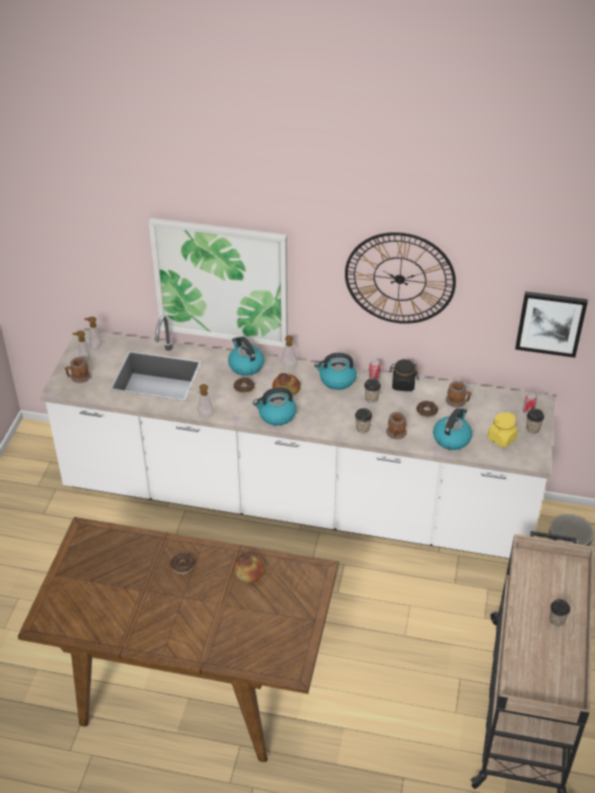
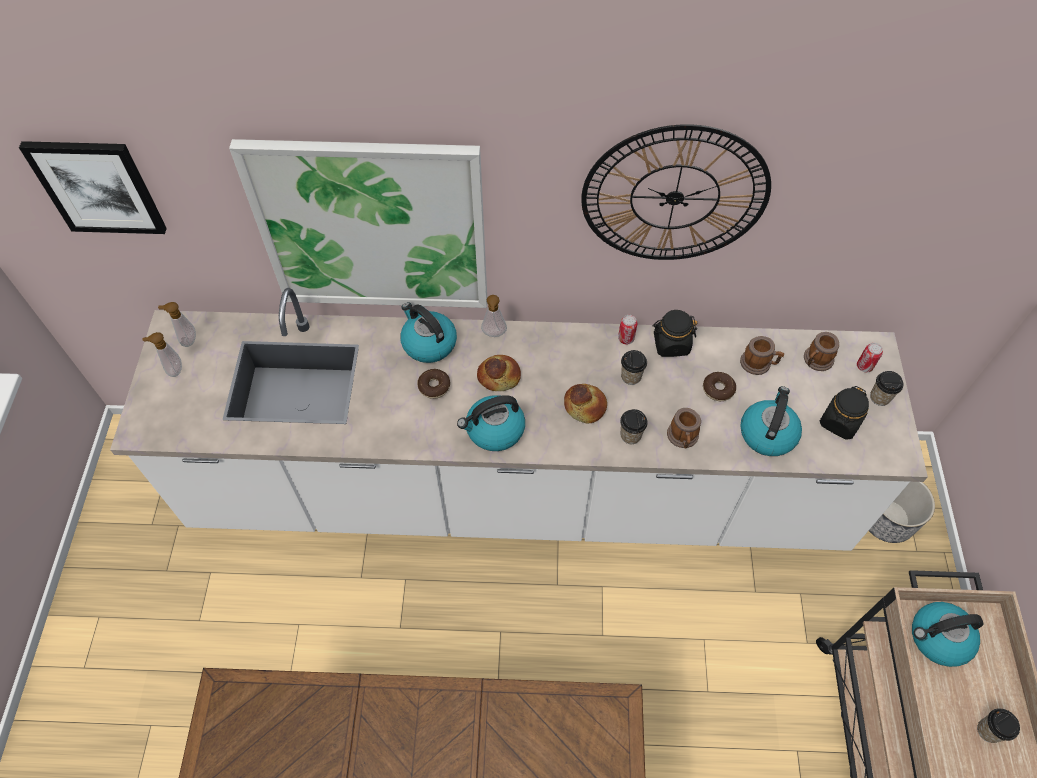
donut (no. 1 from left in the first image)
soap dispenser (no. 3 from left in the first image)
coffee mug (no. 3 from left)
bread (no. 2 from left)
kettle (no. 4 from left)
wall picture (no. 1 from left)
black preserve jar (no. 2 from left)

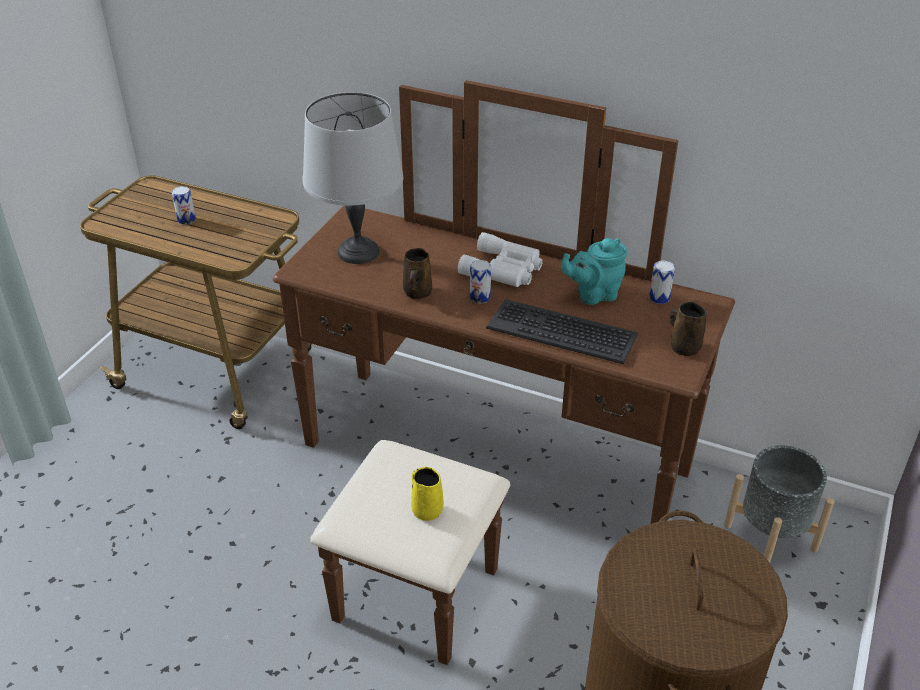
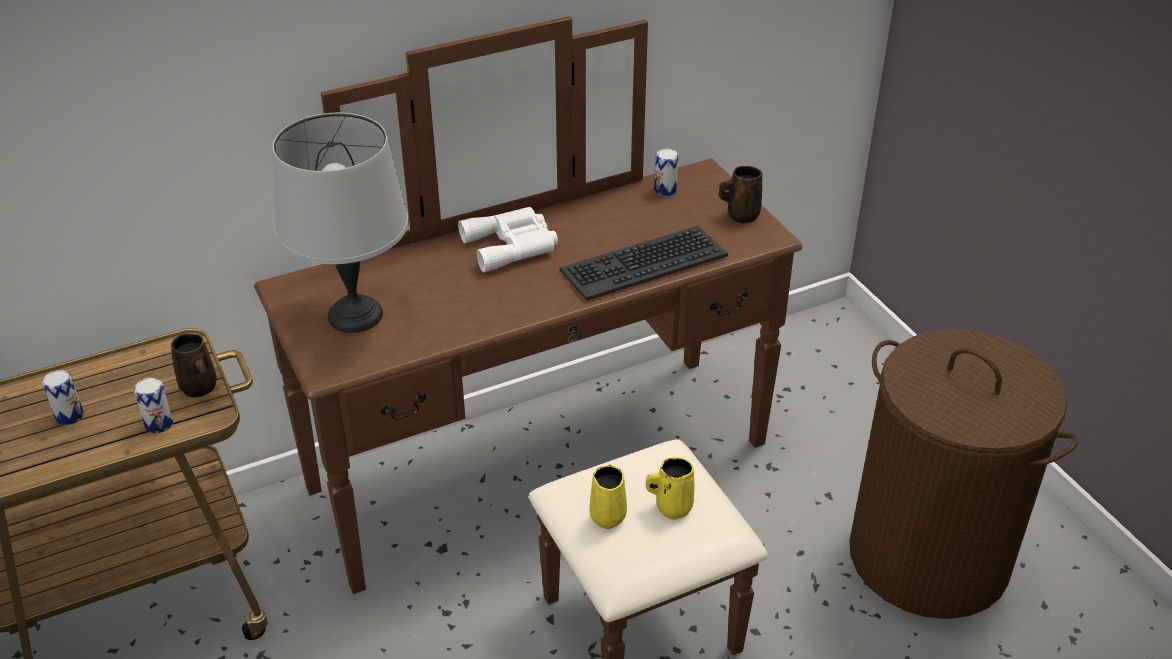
blue-green tea pot
gray planter
yellow-coloured coffee mug (no. 1 from left)
brown coffee mug (no. 1 from left)
can (no. 2 from left)

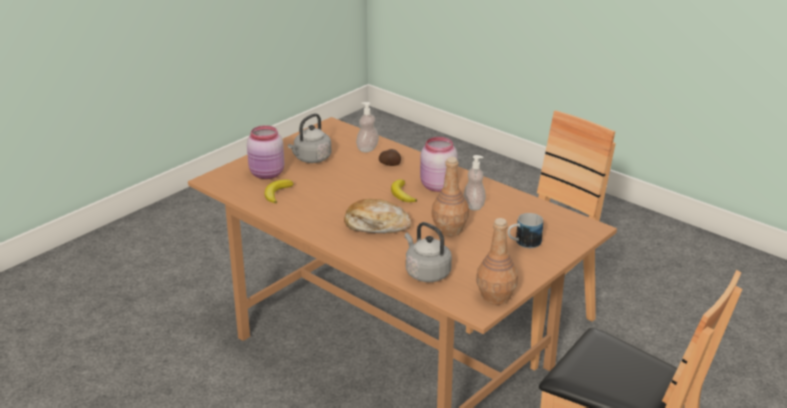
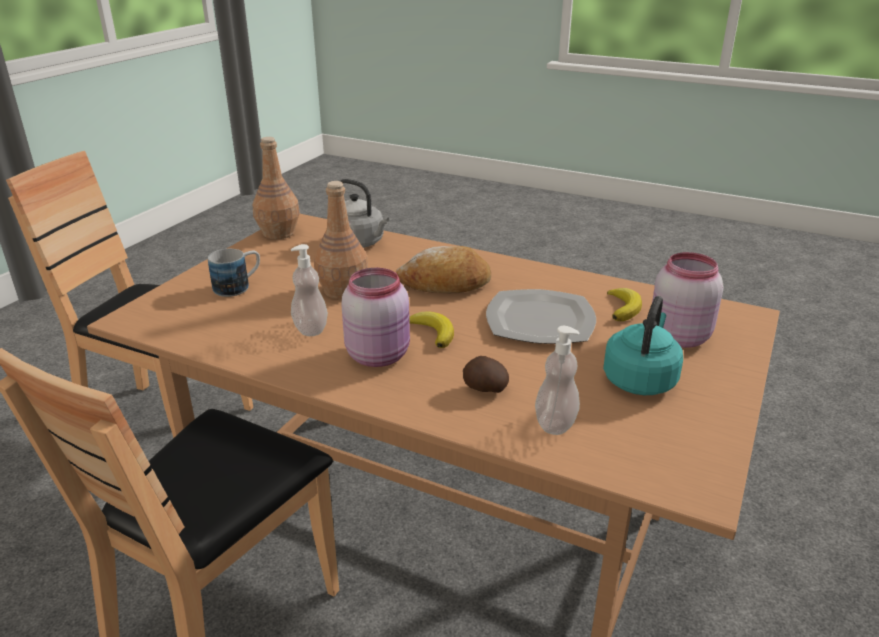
dinner plate
blue-green kettle

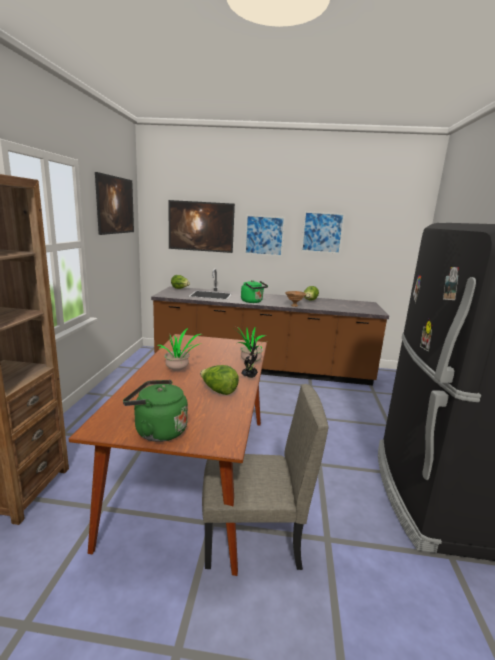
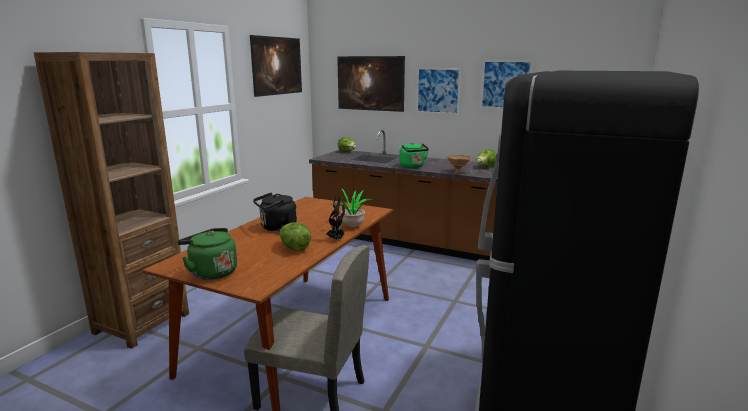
black kettle

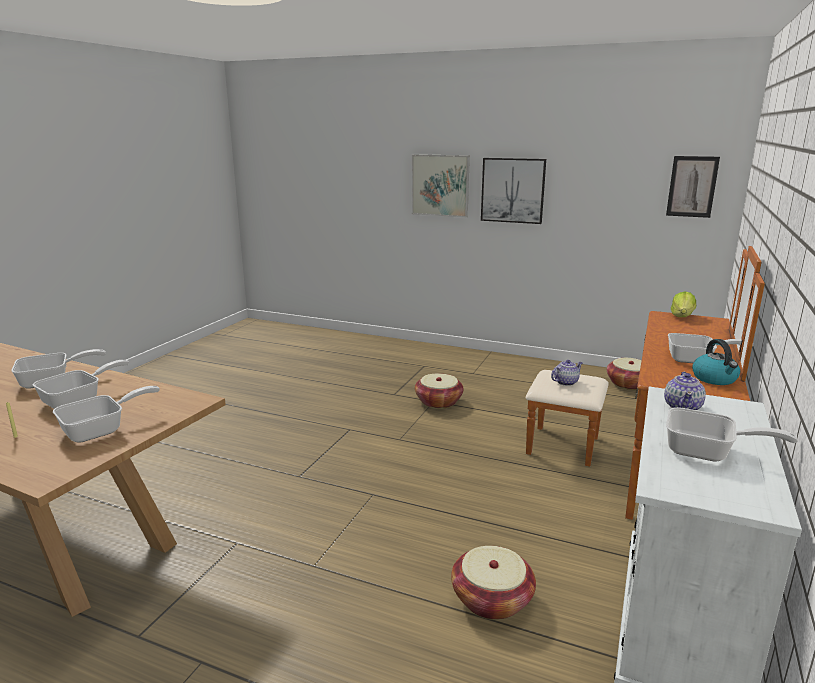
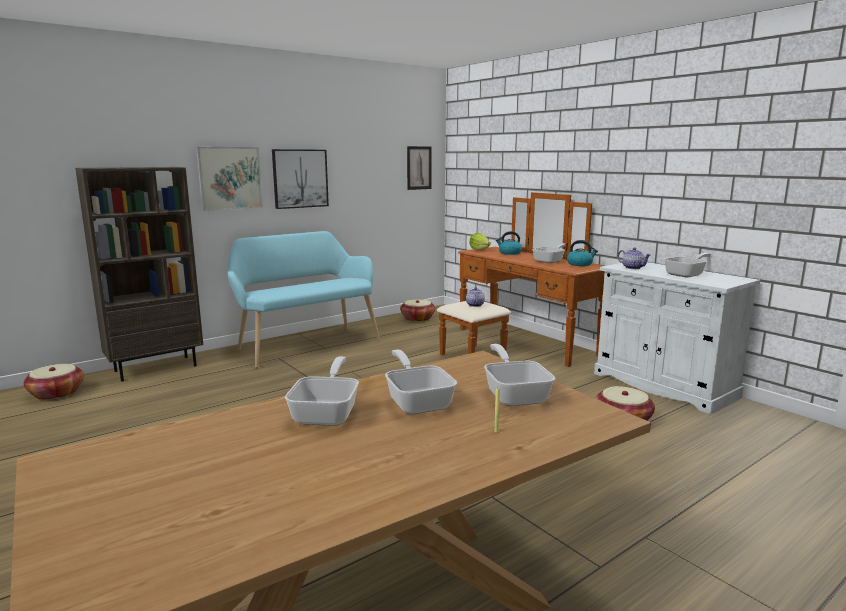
brown bookshelf
blue-green long seat
kettle (no. 1 from left)
basket (no. 1 from left)

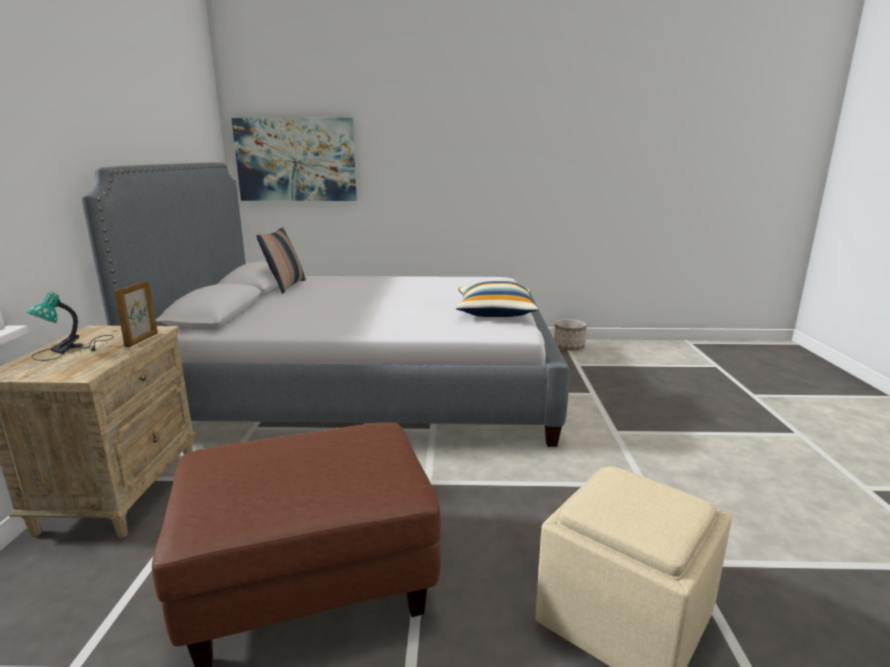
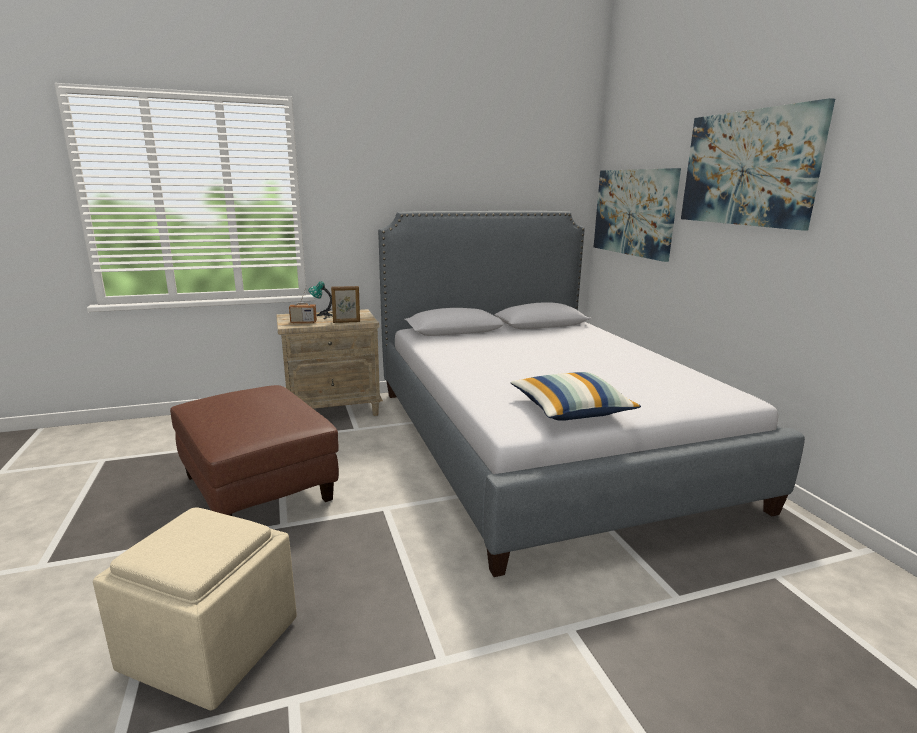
cushion (no. 1 from left in the first image)
planter
radio receiver
wall picture (no. 2 from left)

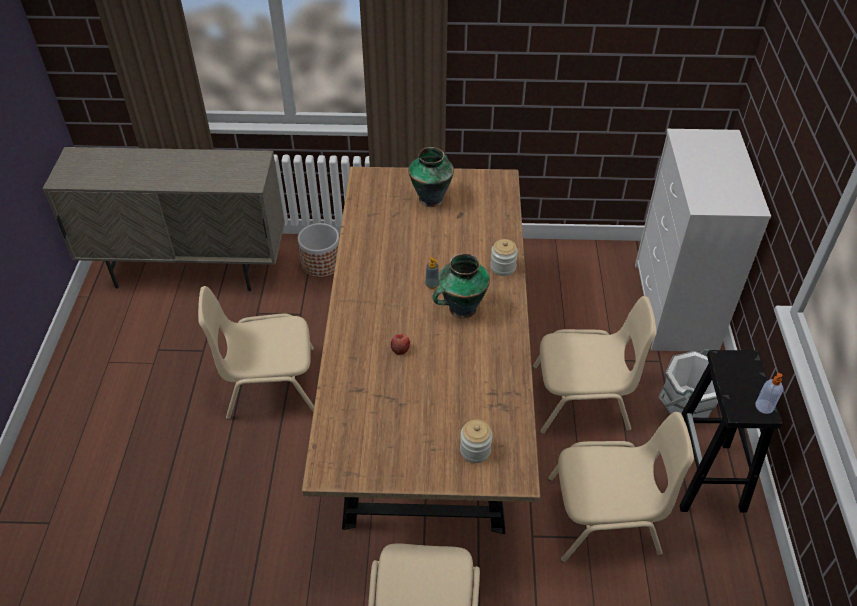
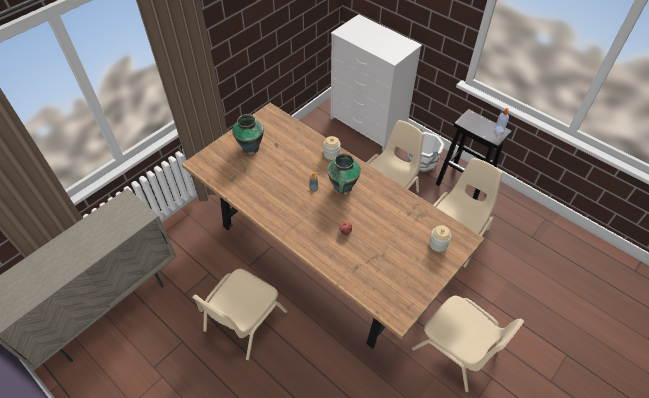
planter

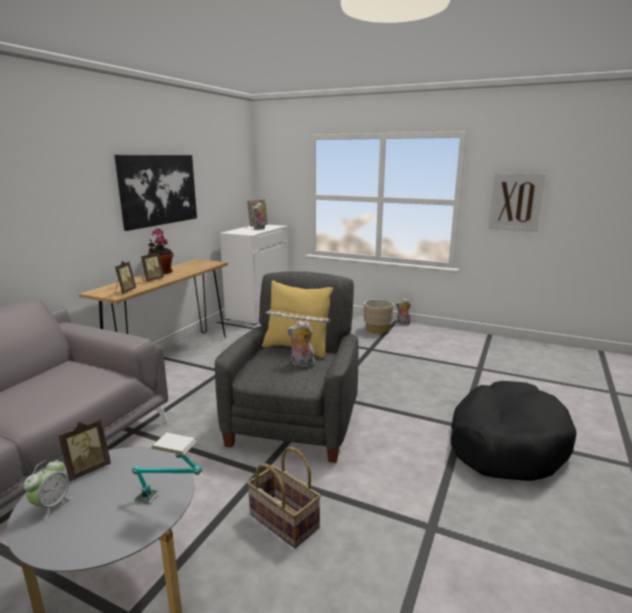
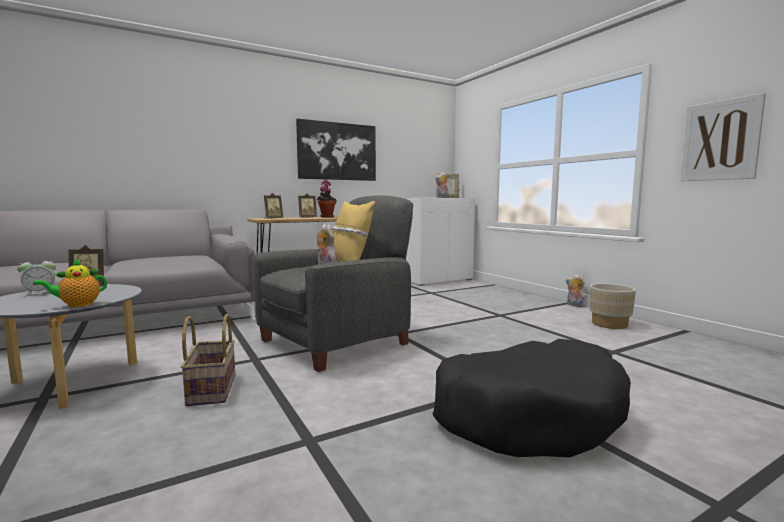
beige planter
tea pot

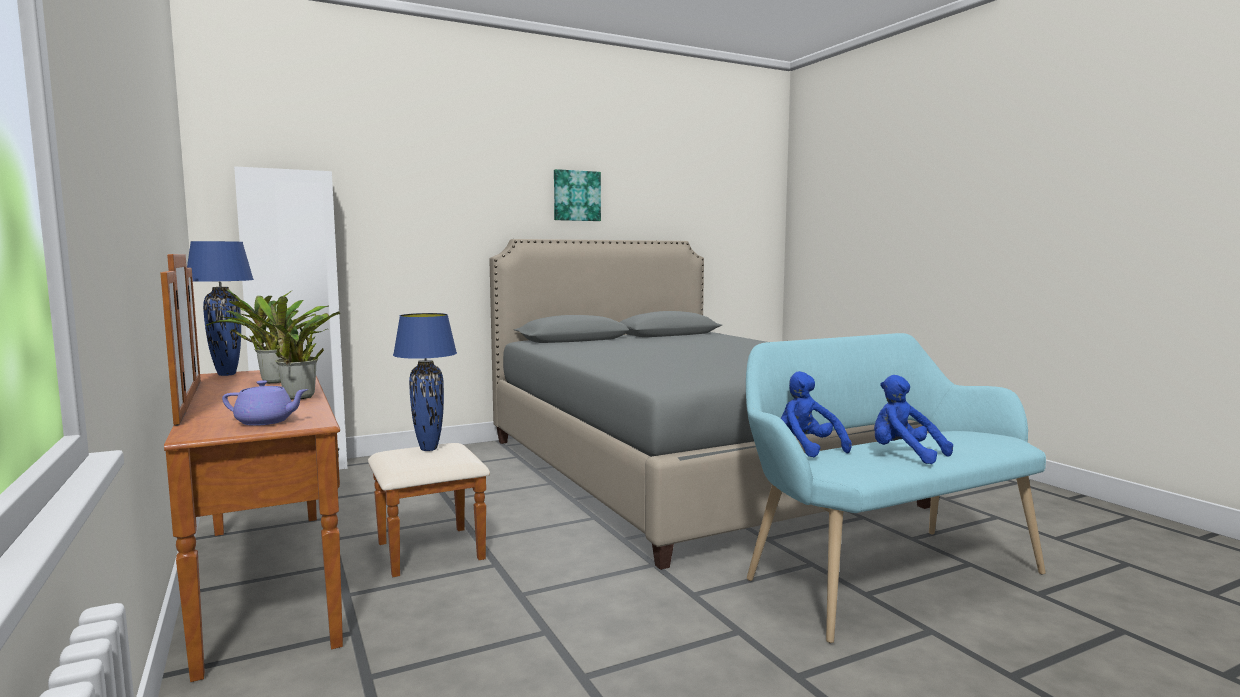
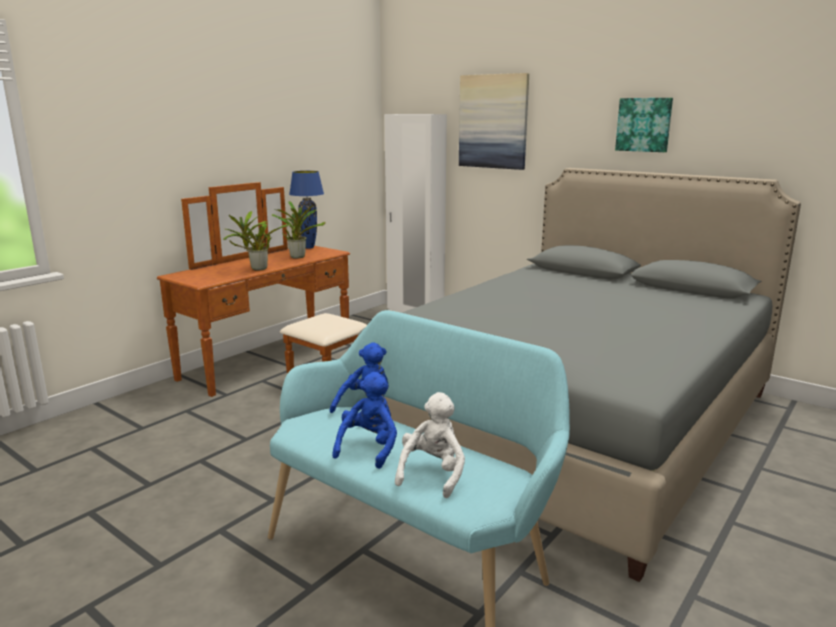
purple-coloured tea pot
bluish tabletop lamp (no. 2 from left in the first image)
white-coloured cuddly toy
wall picture (no. 1 from left)

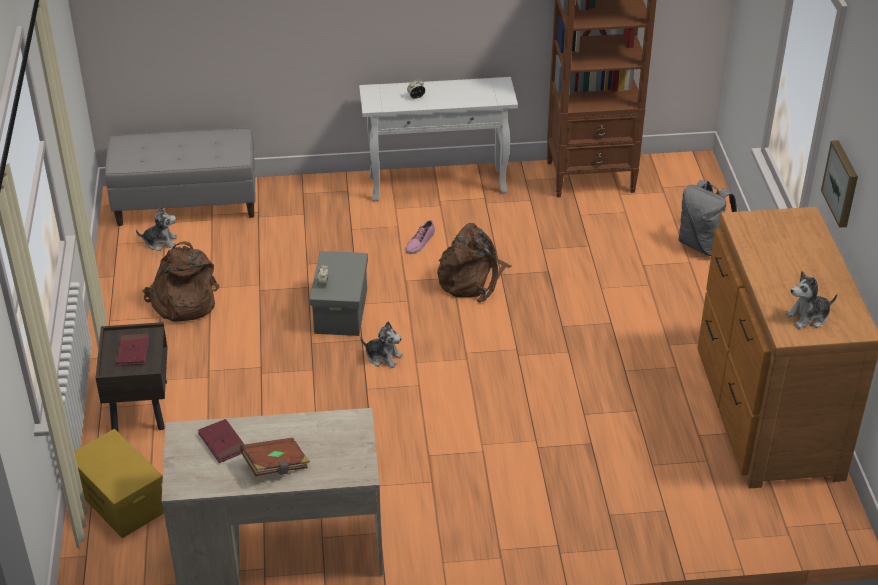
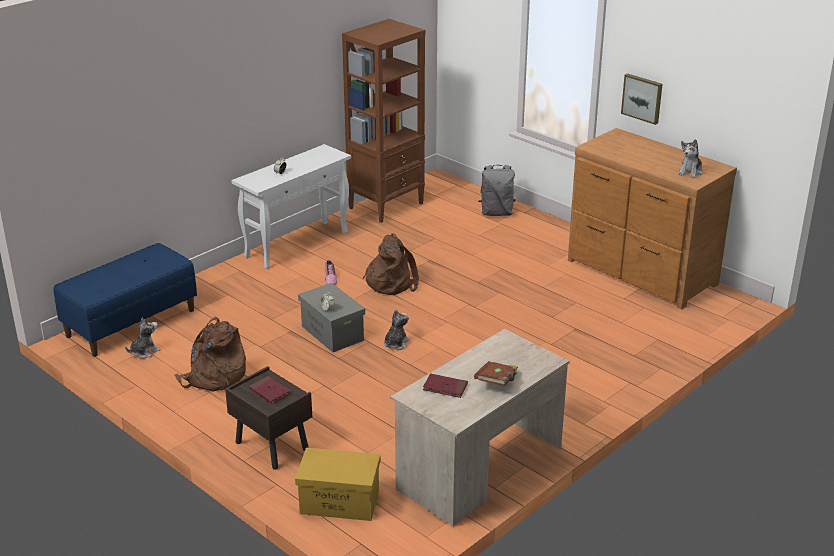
bluish long seat
cuddly toy (no. 2 from left)

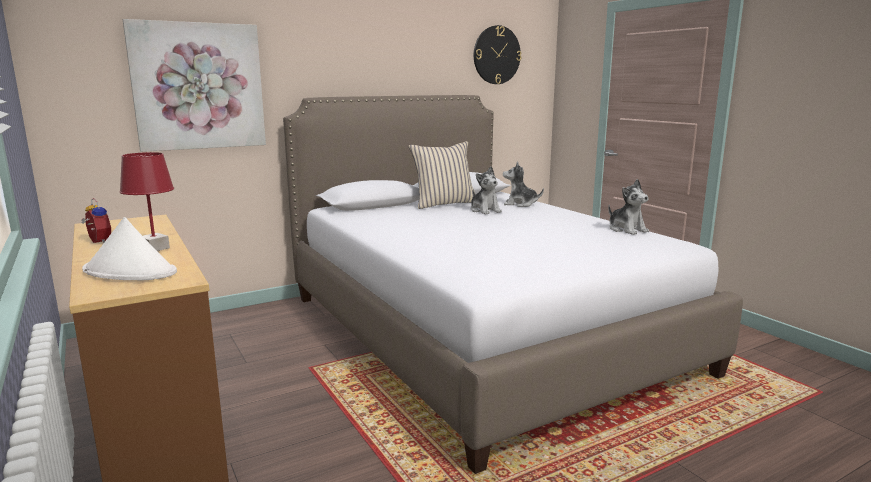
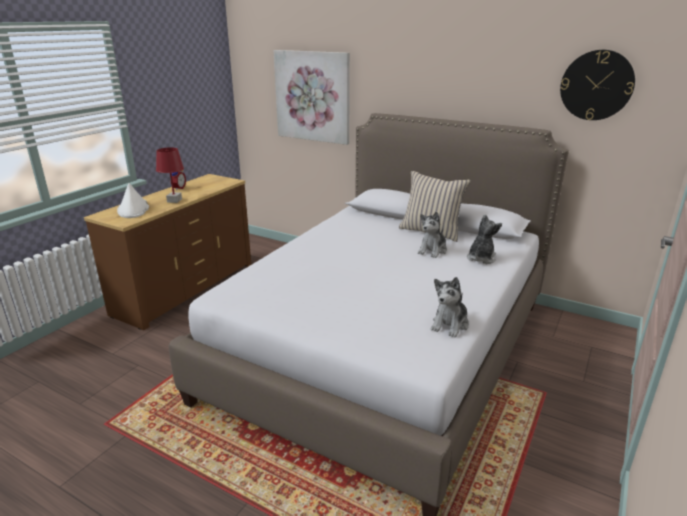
cuddly toy (no. 3 from left)

